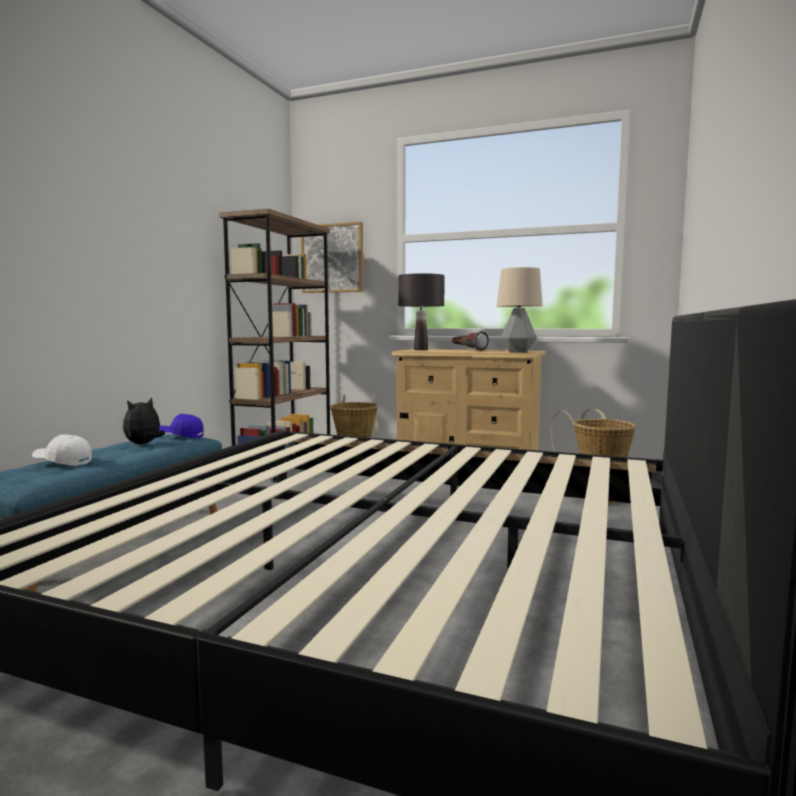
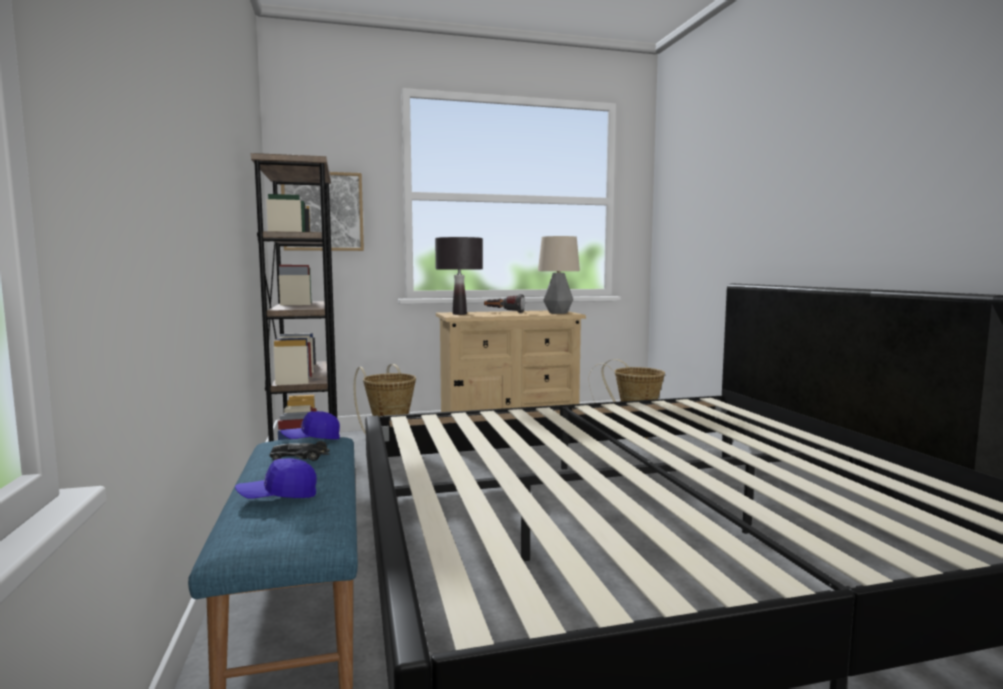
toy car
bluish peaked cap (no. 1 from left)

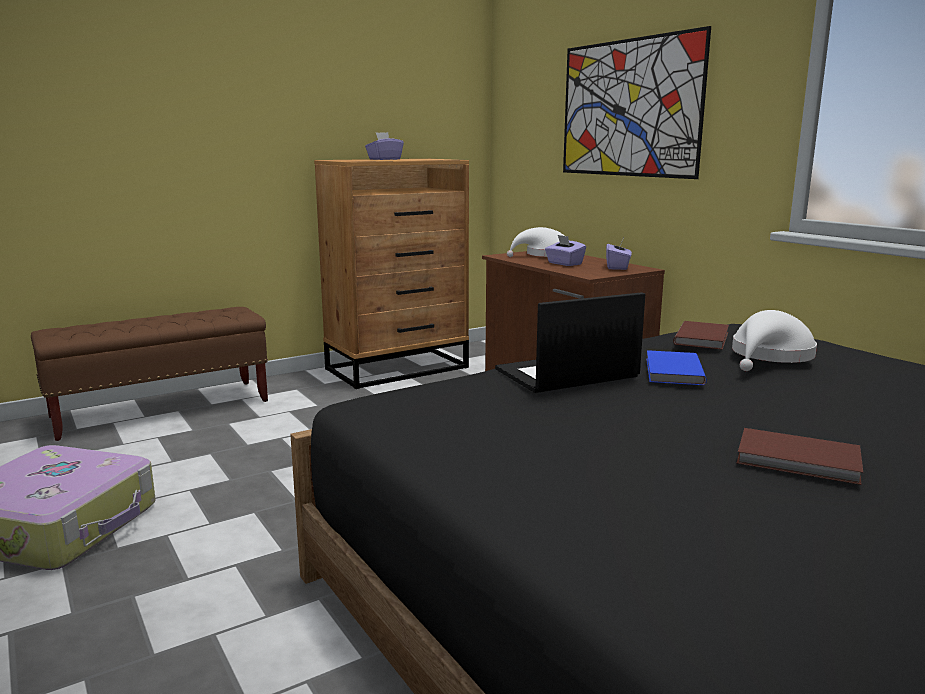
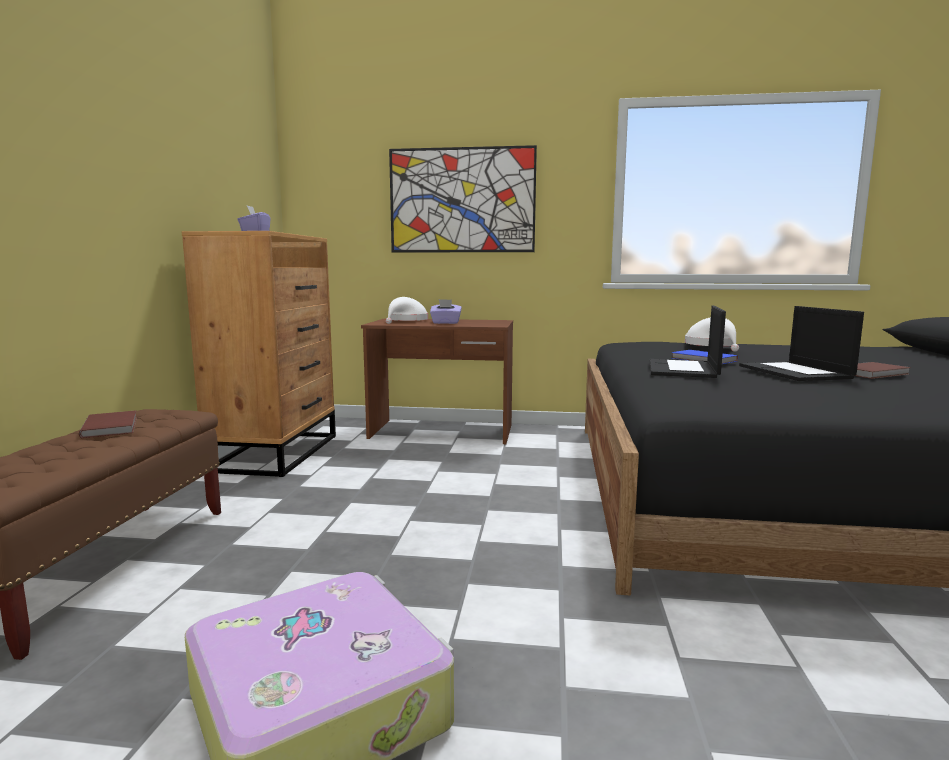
purple-coloured tissue holder (no. 3 from left in the first image)
portable computer (no. 2 from left)
brown bound book (no. 1 from left)

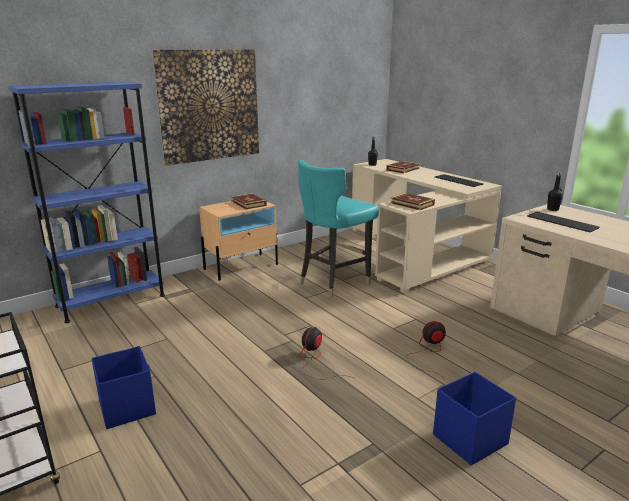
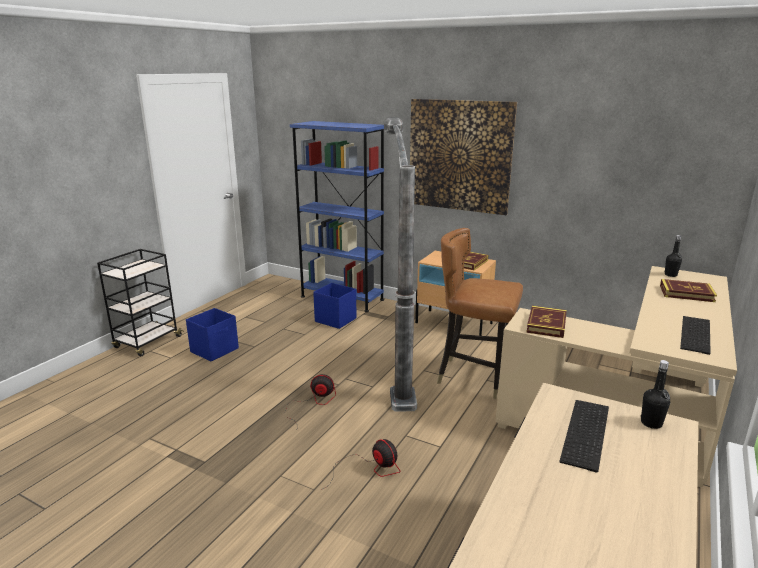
floor lamp
bluish storage box (no. 2 from left)
brown chair

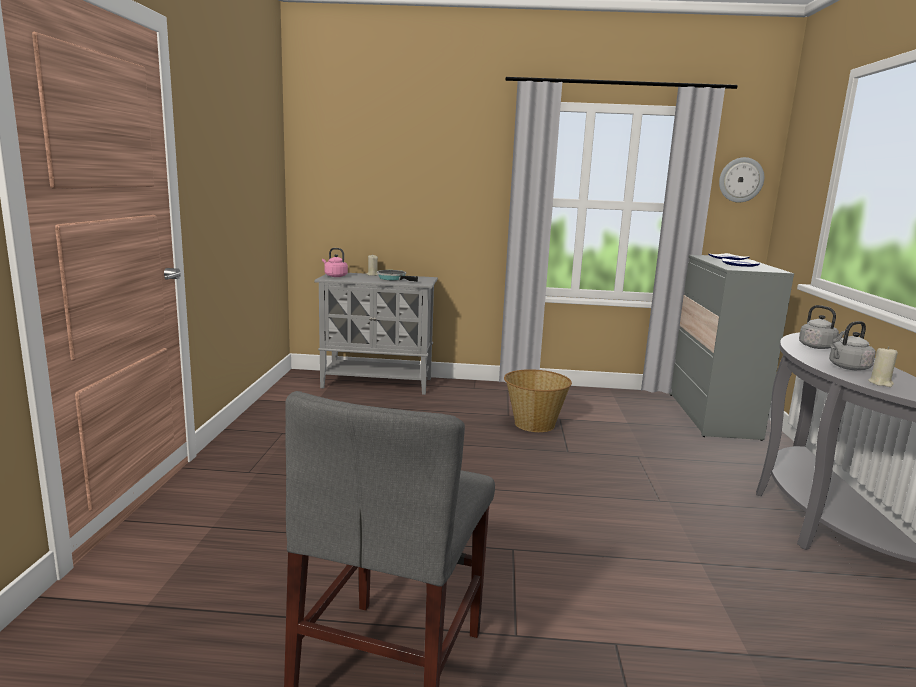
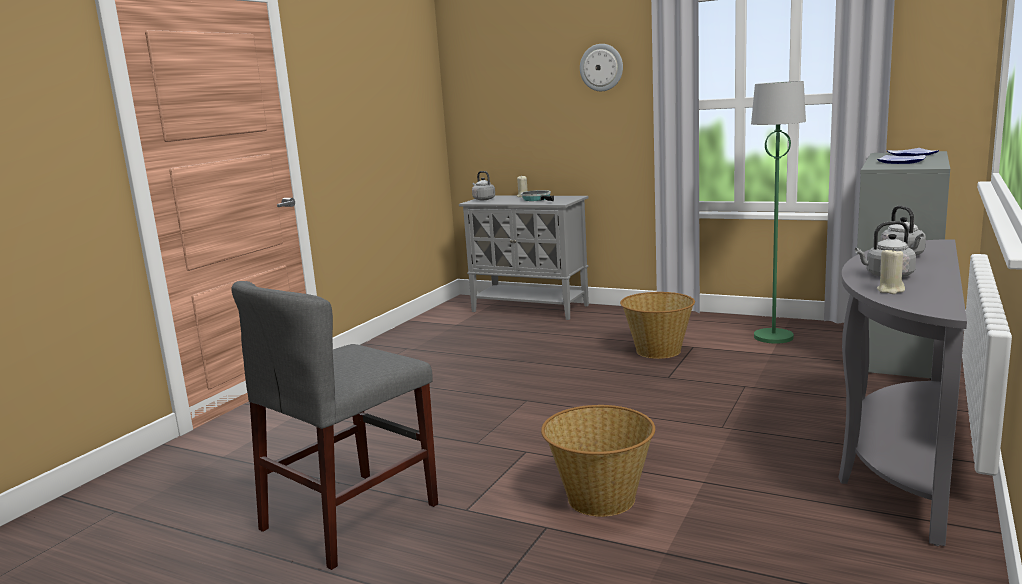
basket (no. 1 from left)
green-coloured floor lamp
clock on the wall
gray kettle (no. 1 from left)

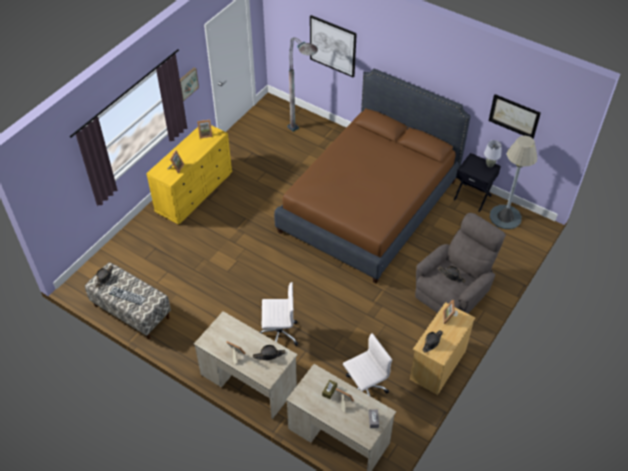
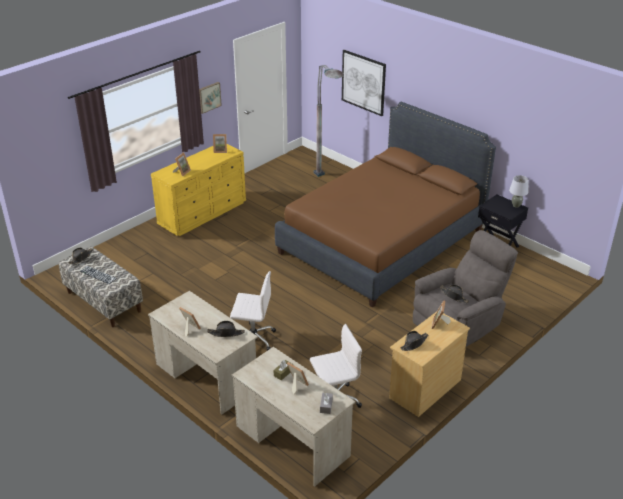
wall picture (no. 3 from left in the first image)
gray floor lamp (no. 2 from left in the first image)

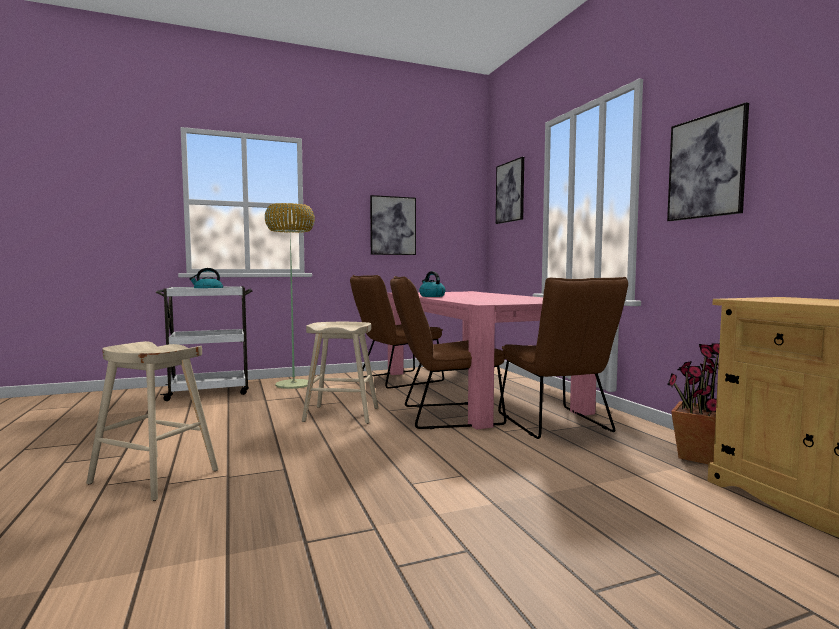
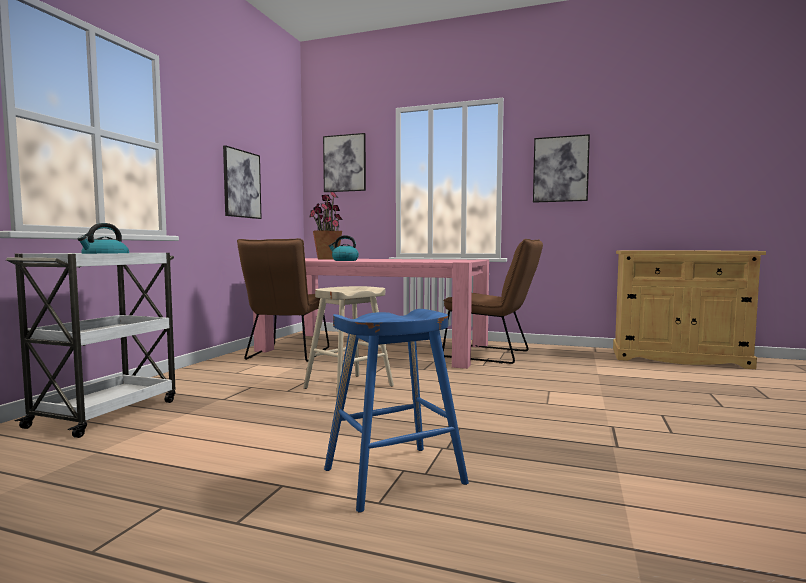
floor lamp
brown chair (no. 2 from left in the first image)
plant in a pot
bluish stool

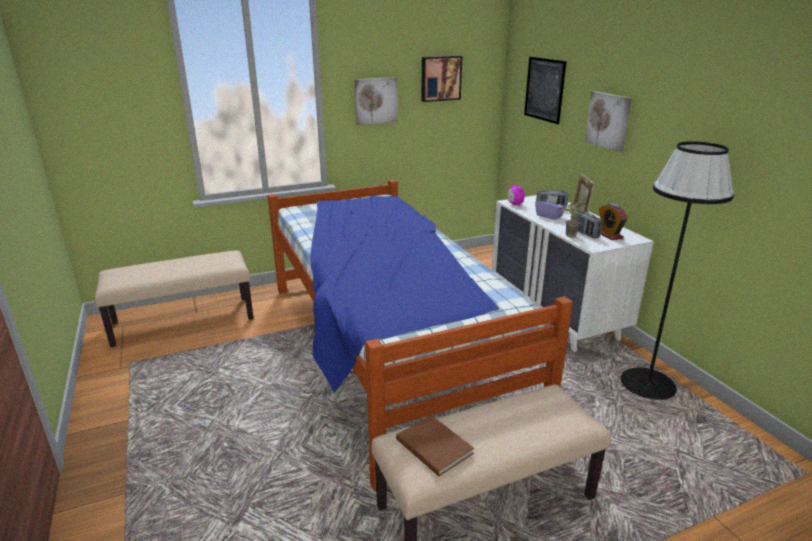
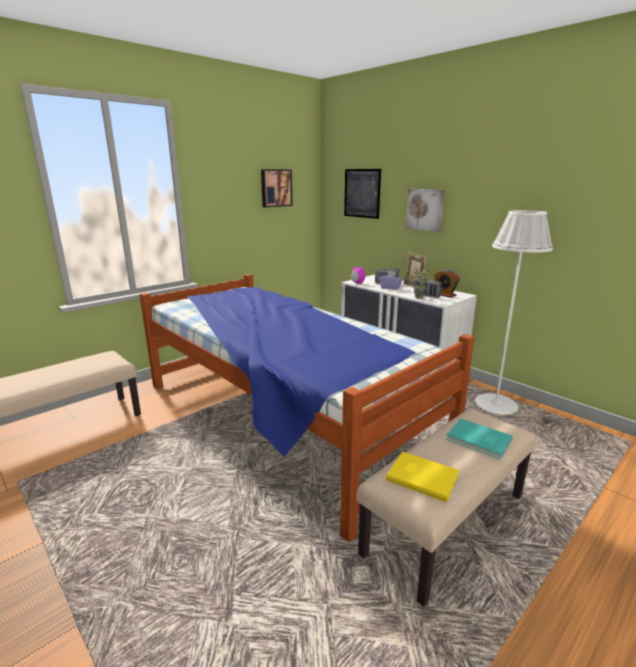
wall picture (no. 1 from left in the first image)
blue-green bound book
yellow-coloured bound book
white-coloured floor lamp

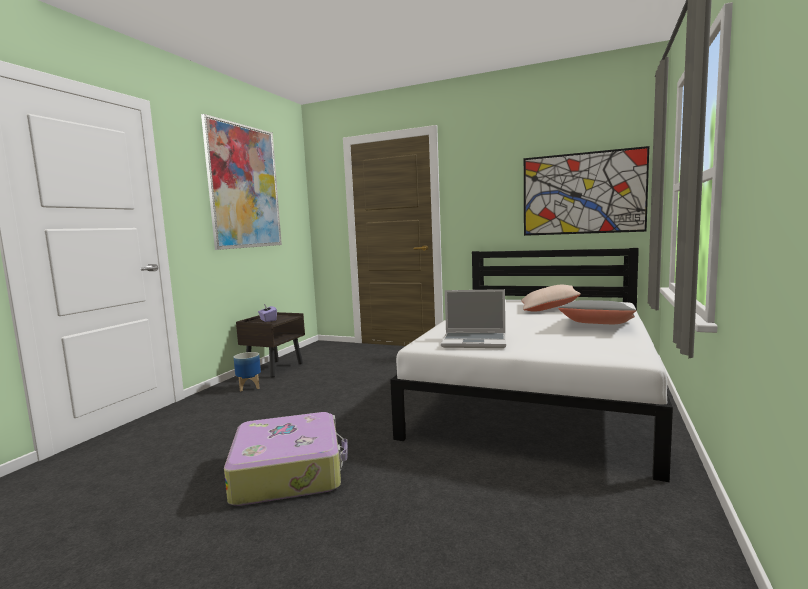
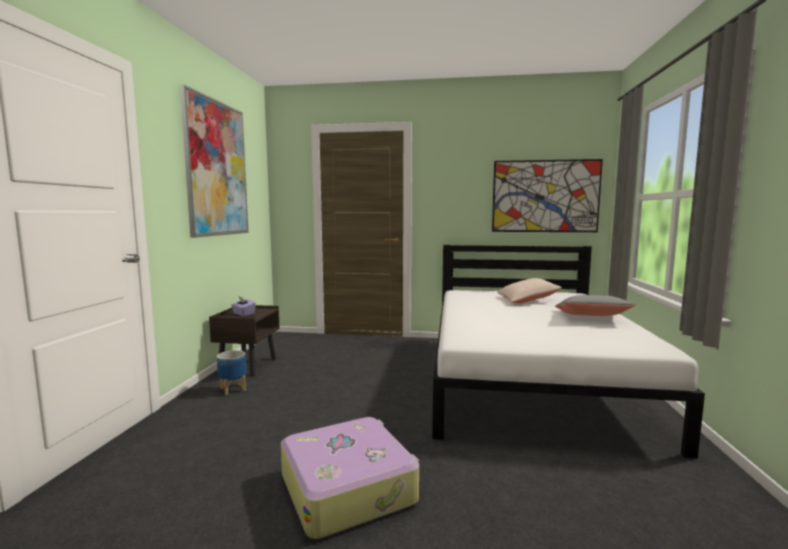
portable computer

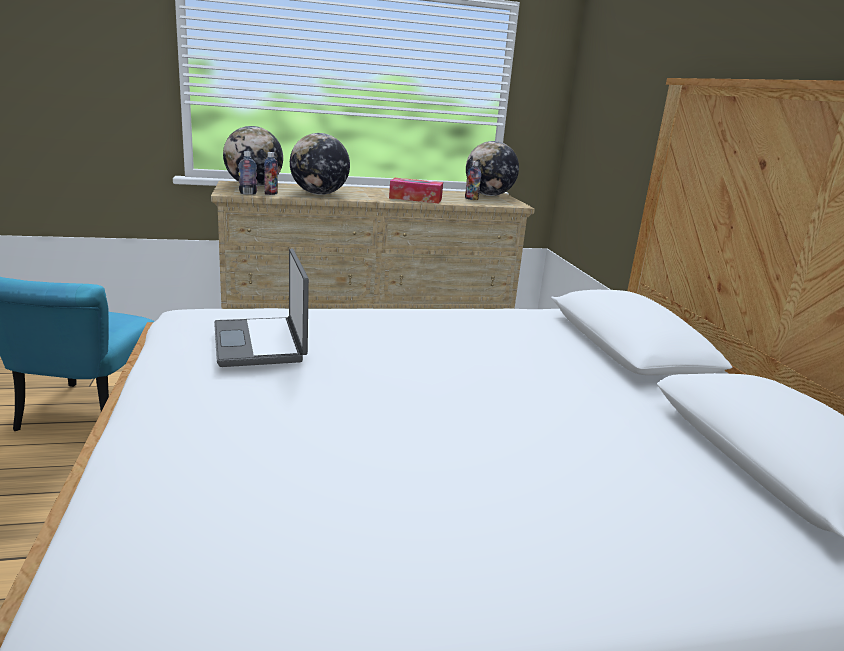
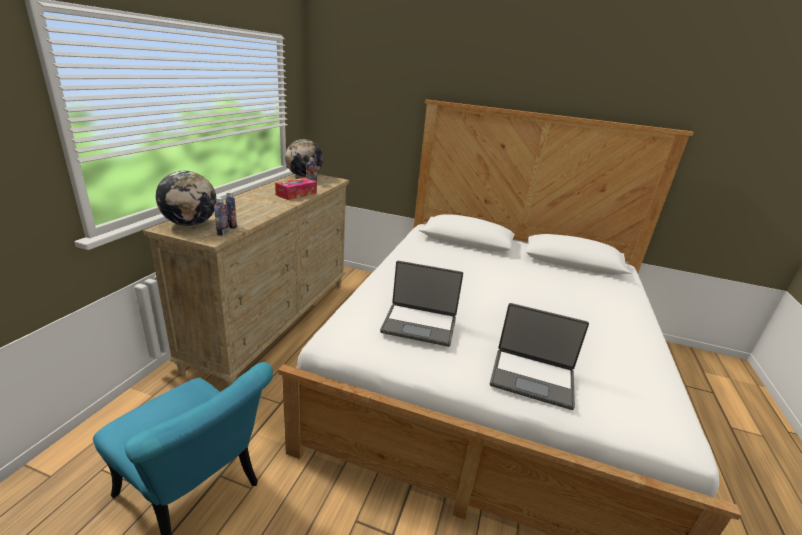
globe (no. 2 from left in the first image)
portable computer (no. 2 from left)

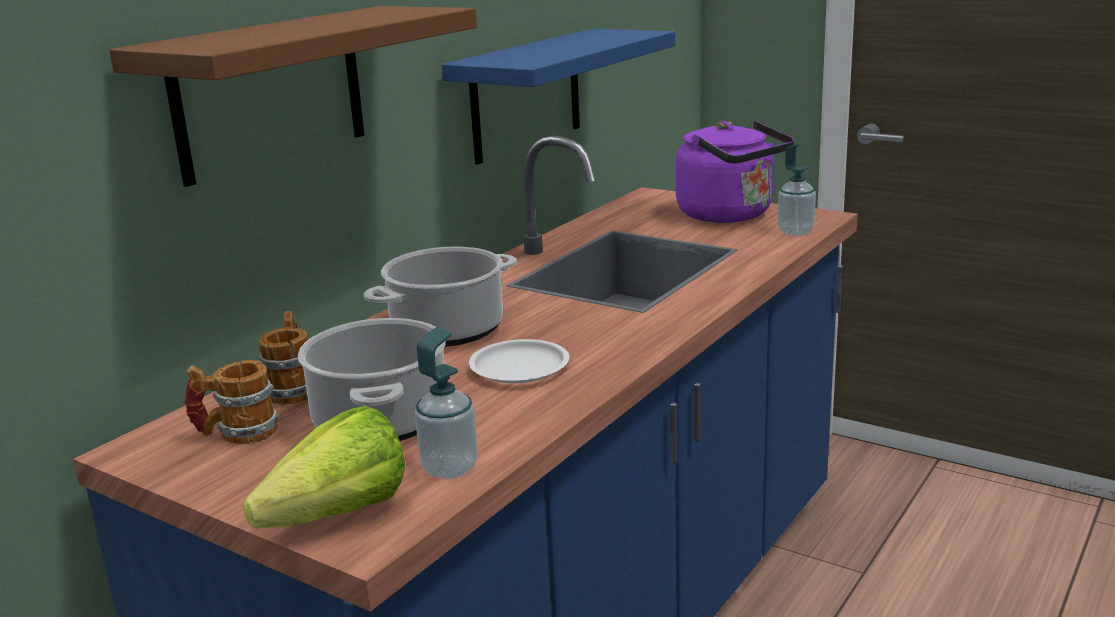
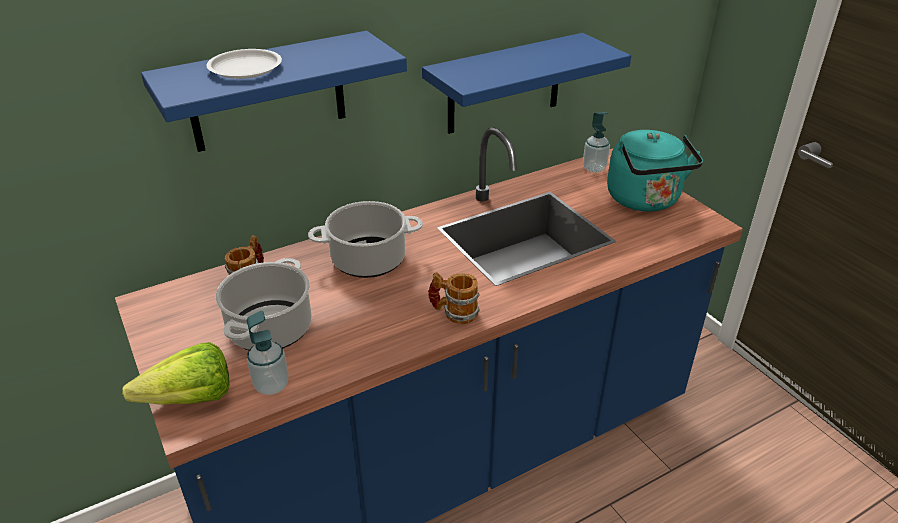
coffee mug (no. 2 from left)
white-coloured dinner plate
soap dispenser (no. 2 from left)
bluish bracket shelf (no. 1 from left)
blue-green kettle

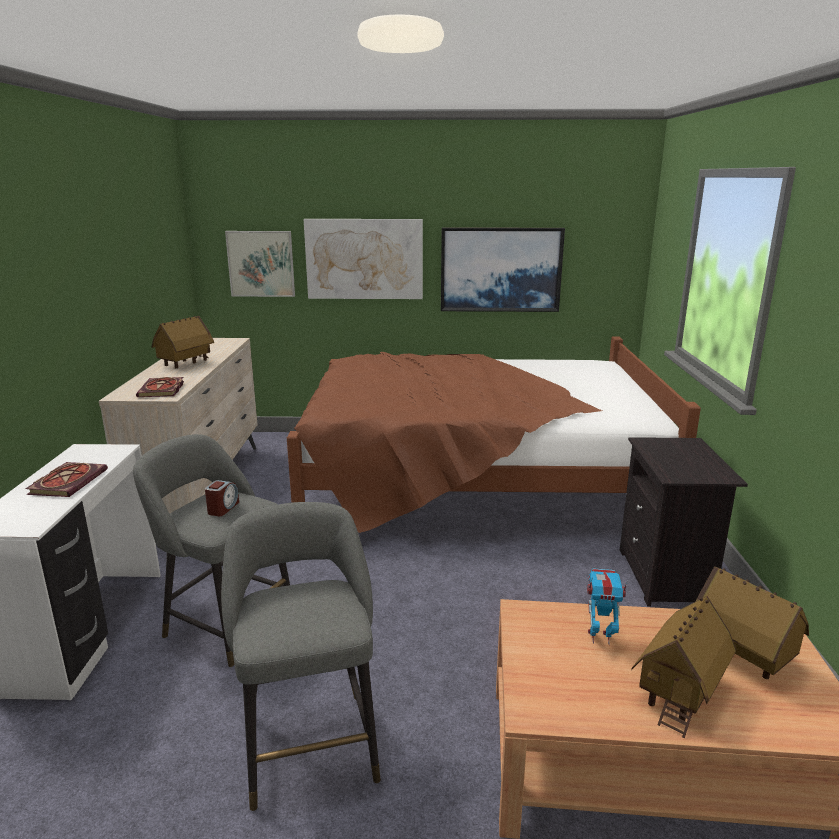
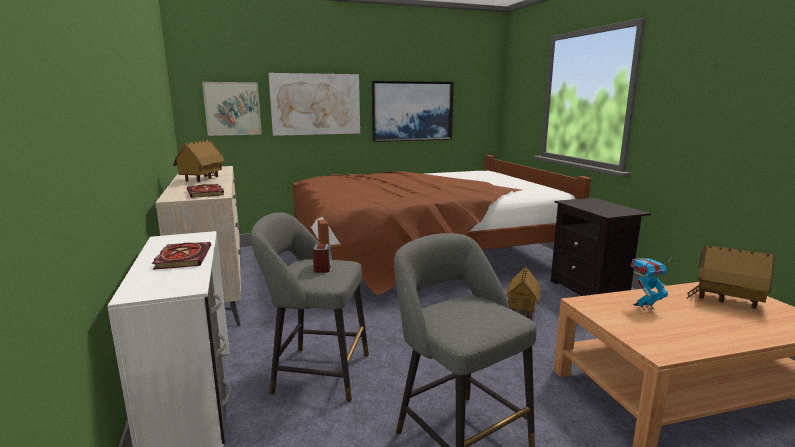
toy house (no. 2 from left)

